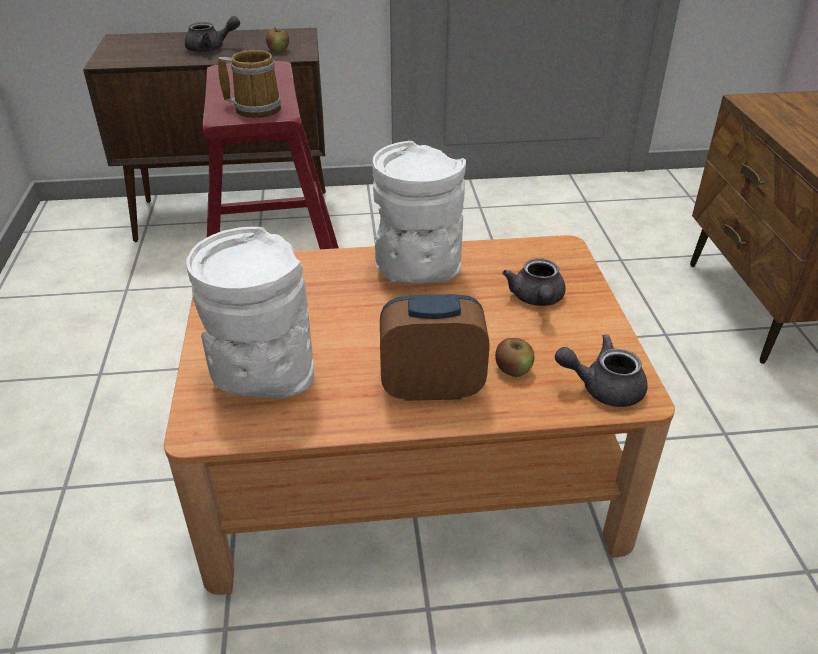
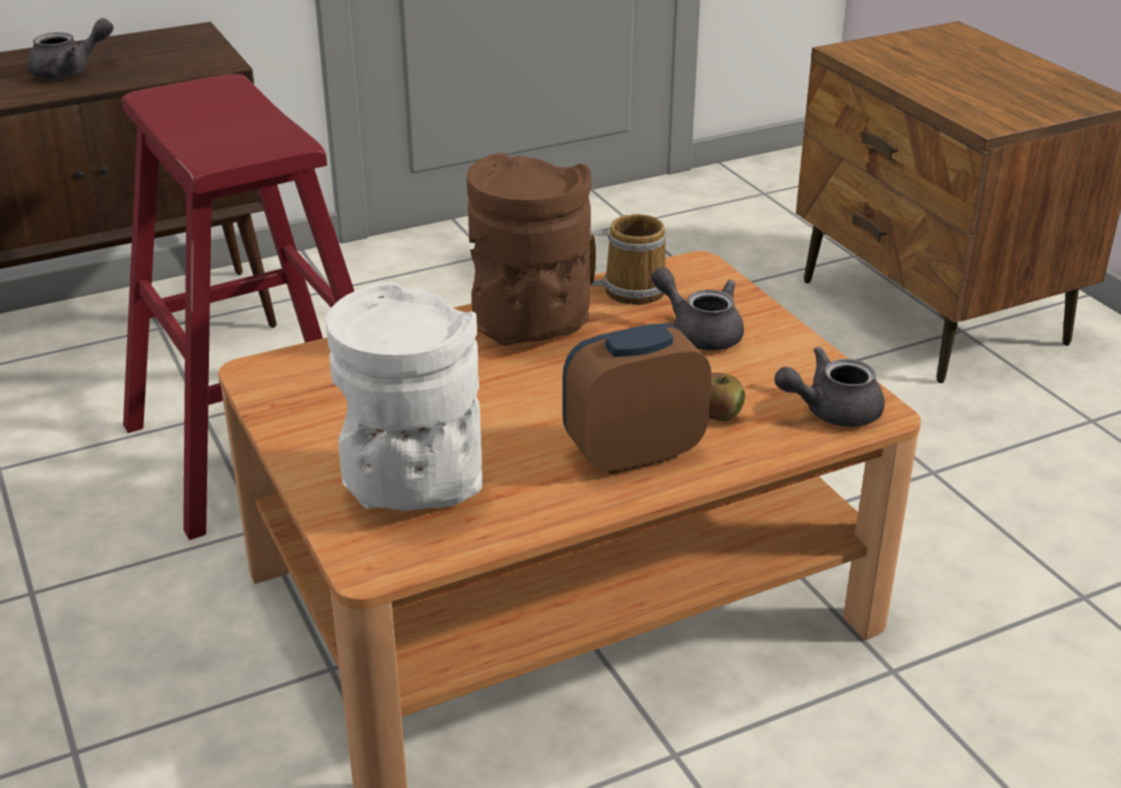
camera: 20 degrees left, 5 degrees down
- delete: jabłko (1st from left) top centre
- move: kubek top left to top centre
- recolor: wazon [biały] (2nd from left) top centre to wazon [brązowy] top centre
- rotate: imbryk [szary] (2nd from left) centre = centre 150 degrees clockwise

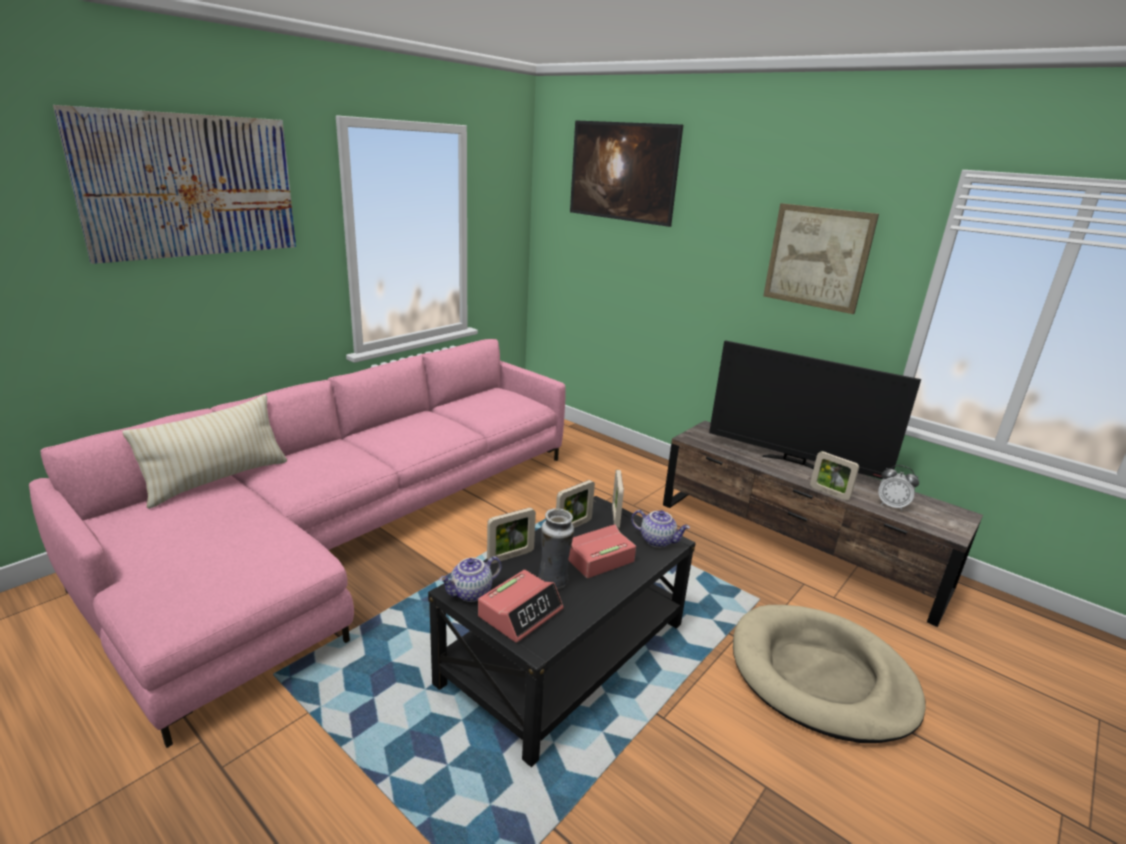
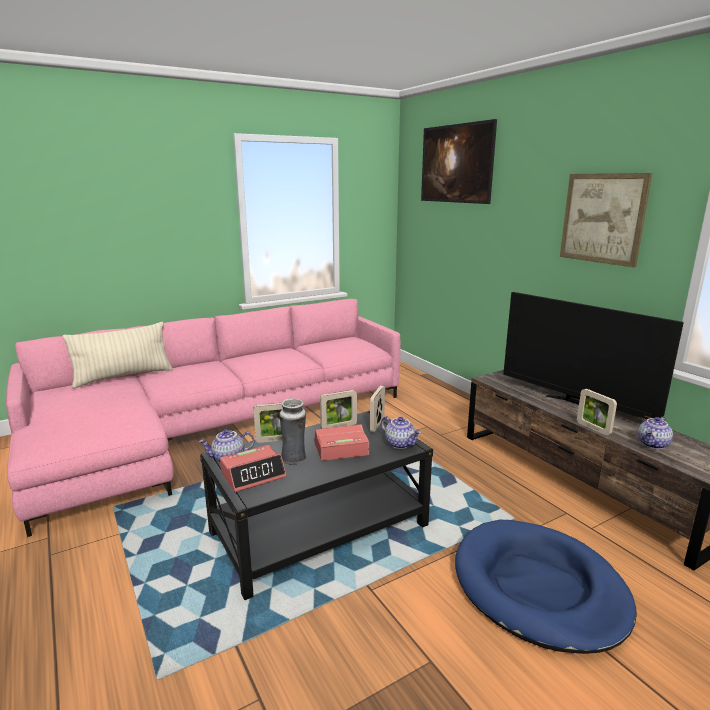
camera: 20 degrees right, 5 degrees down
- delete: obraz (1st from left) top left
- replace: budzik (3rd from left) middle right to imbryk (3rd from left) middle right
- recolor: legowisko [beżowy] bottom right to legowisko [niebieski] bottom right

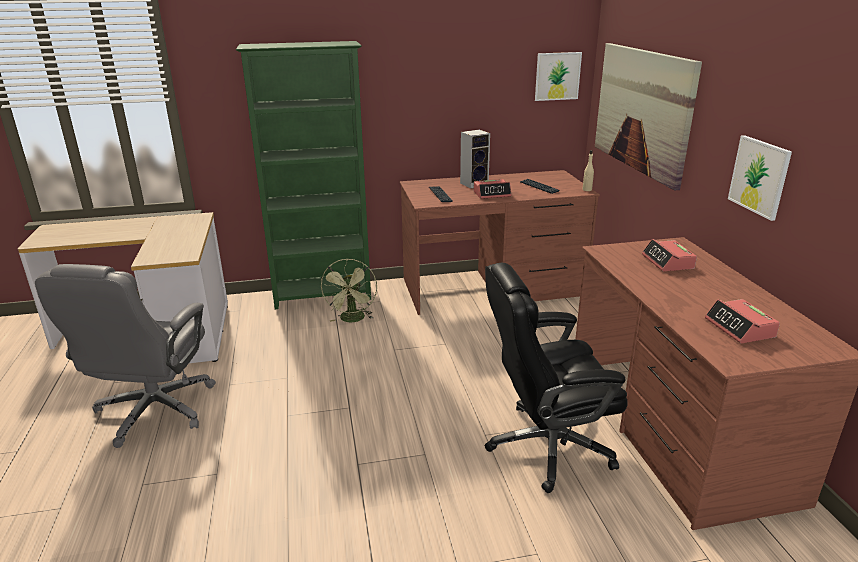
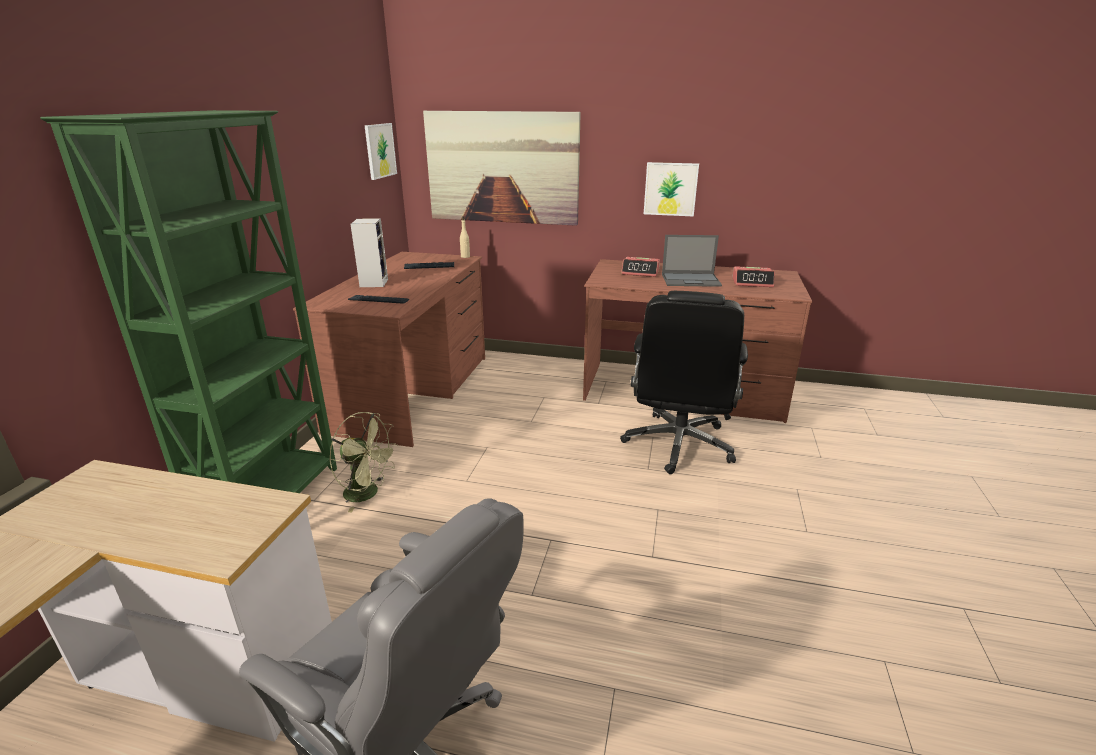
camera: 65 degrees left, 0 degrees up
- delete: budzik (1st from left) centre
- insert: laptop centre

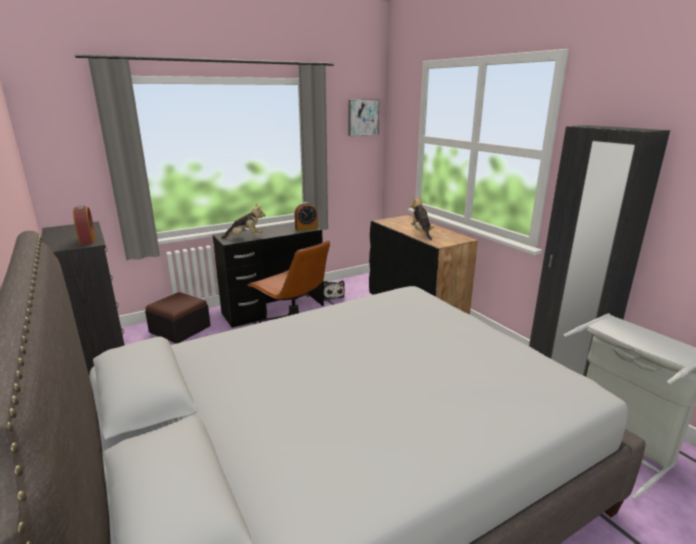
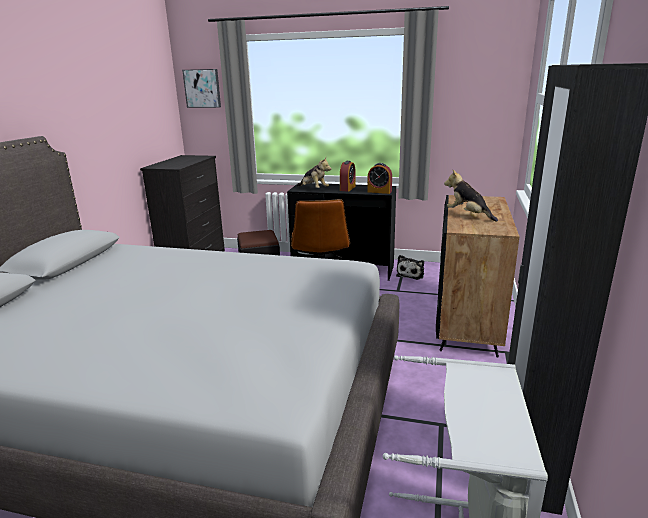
camera: 45 degrees right, 0 degrees up
- move: budzik (1st from left) middle left to centre
- move: obraz top centre to top left
- rotate: pluszak (3rd from left) centre = middle right 75 degrees counterclockwise

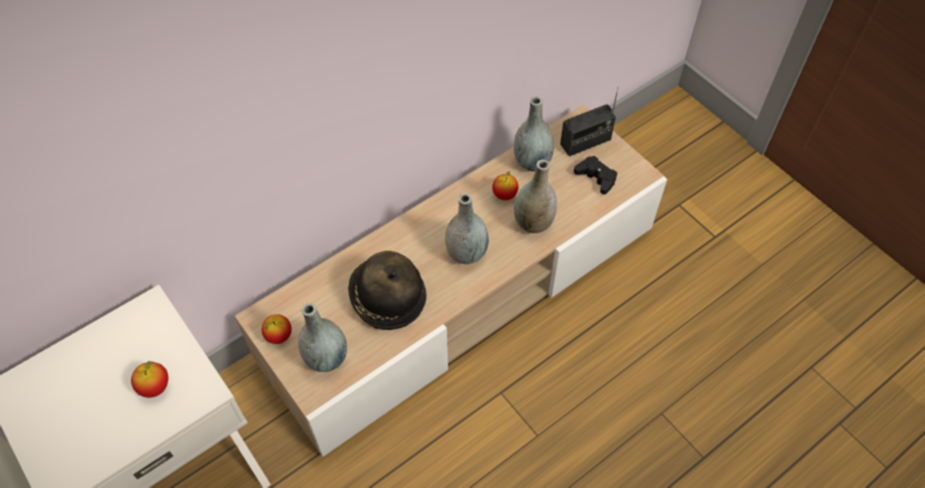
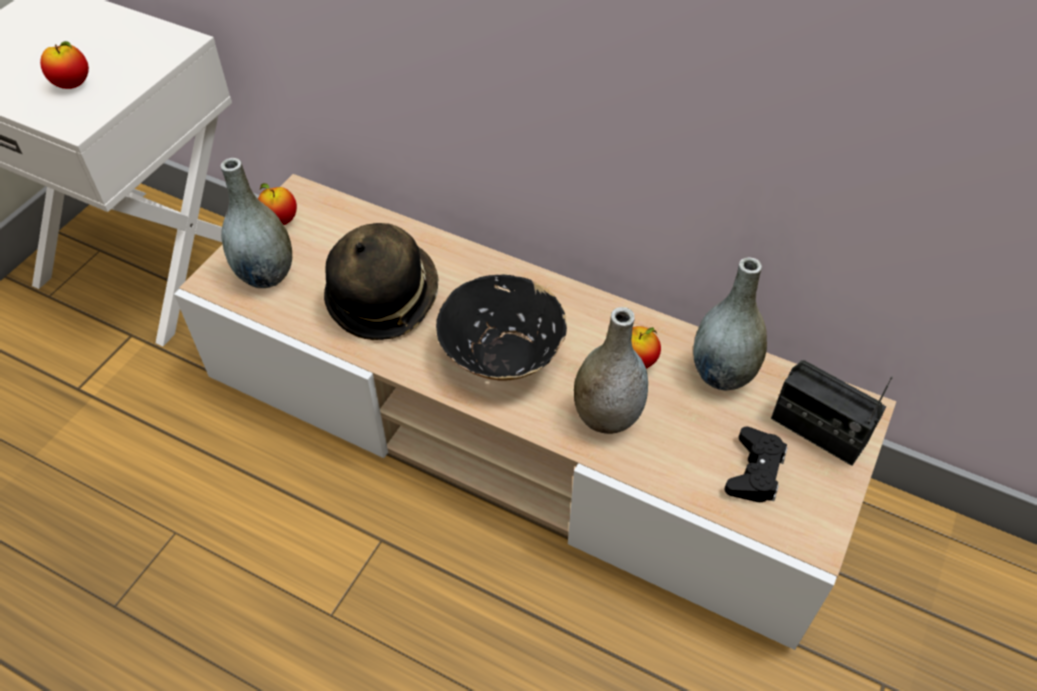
camera: 65 degrees right, 5 degrees down
- replace: wazon [szary] (2nd from left) centre to miska [czarny] centre

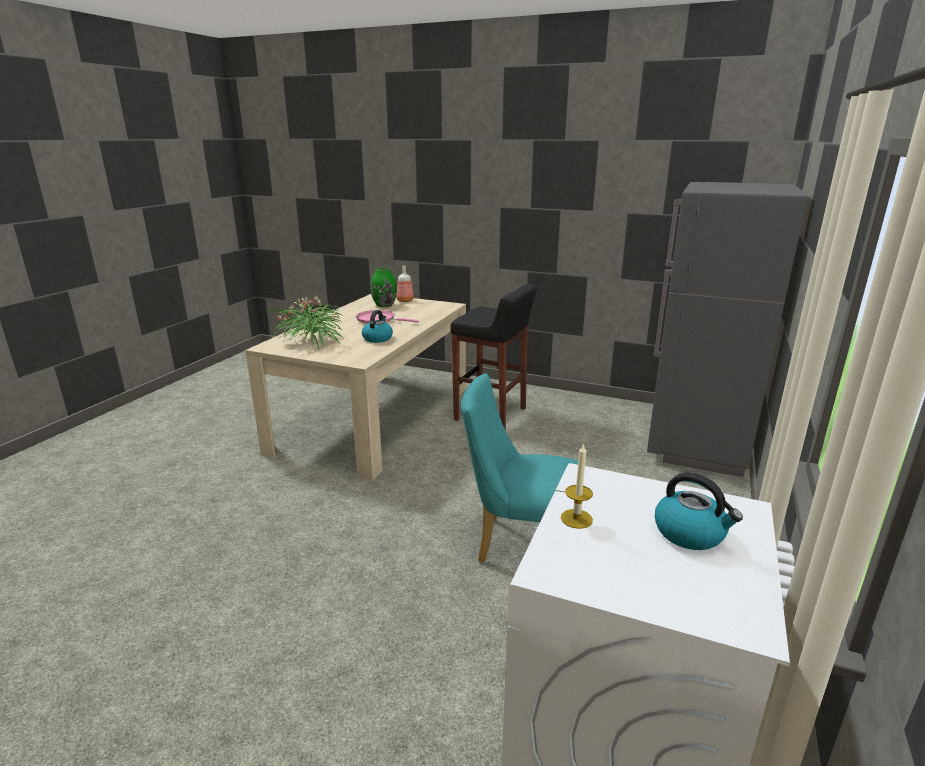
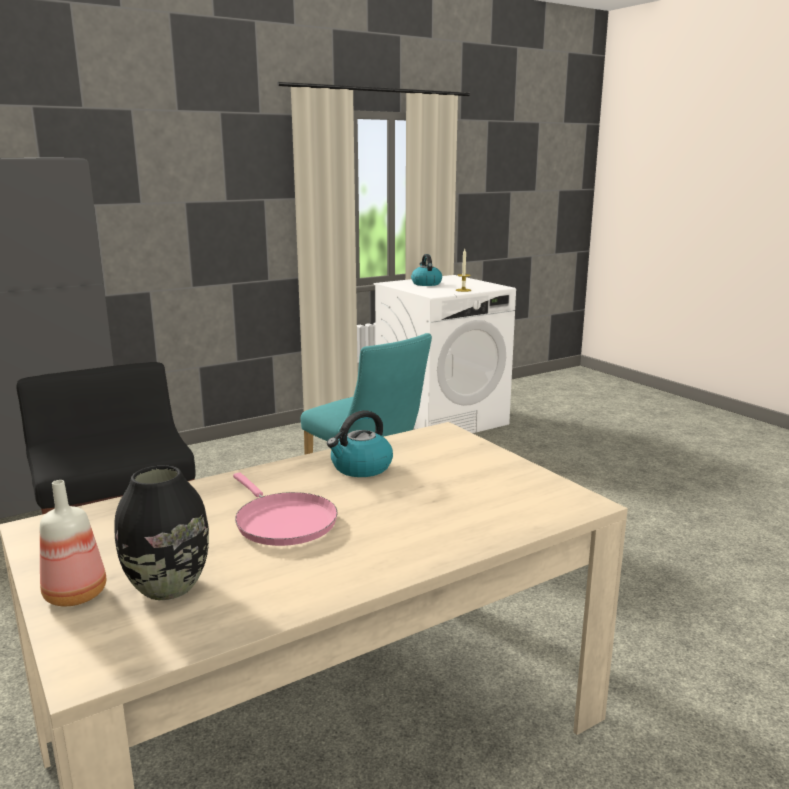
camera: 145 degrees left, 5 degrees down
- delete: roślina doniczkowa middle left
- recolor: wazon [zielony] centre to wazon [czarny] bottom left

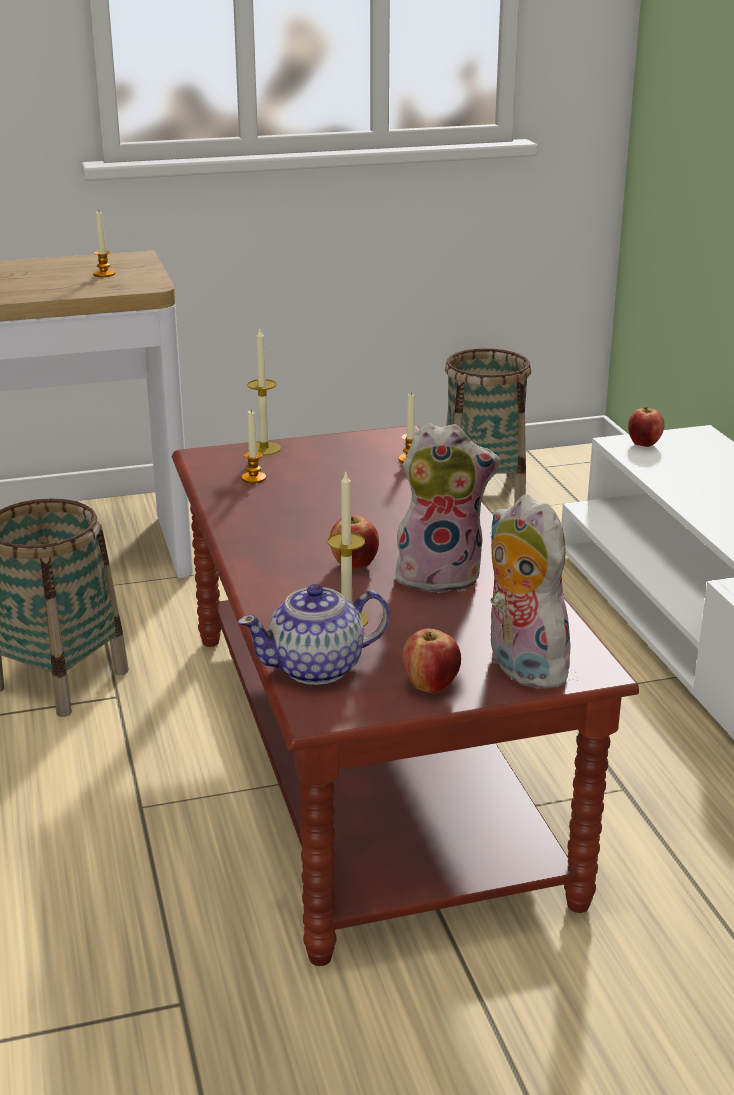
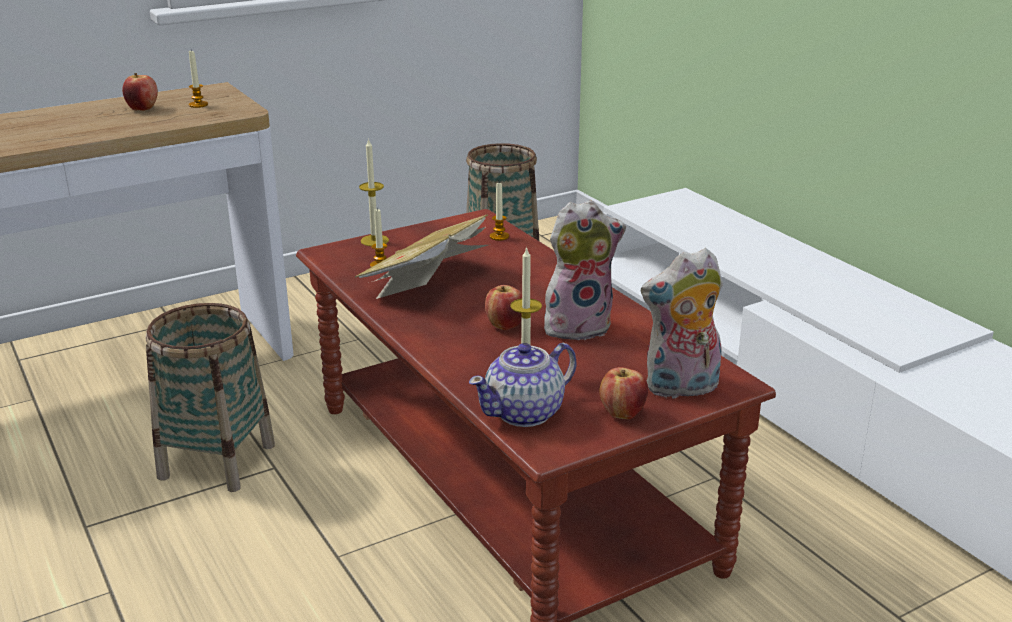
camera: 15 degrees left, 0 degrees up
- insert: książka centre
- move: jabłko (3rd from left in the first image) middle right to jabłko (1st from left) top left
- rotate: pluszak (2nd from left) middle right = middle right 60 degrees counterclockwise

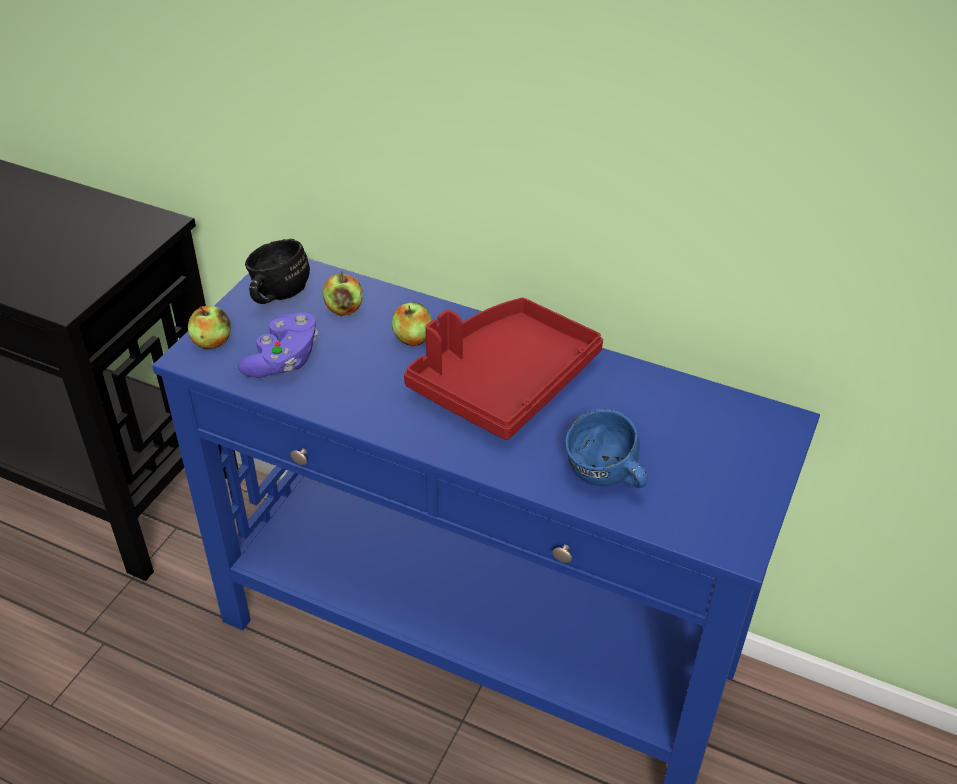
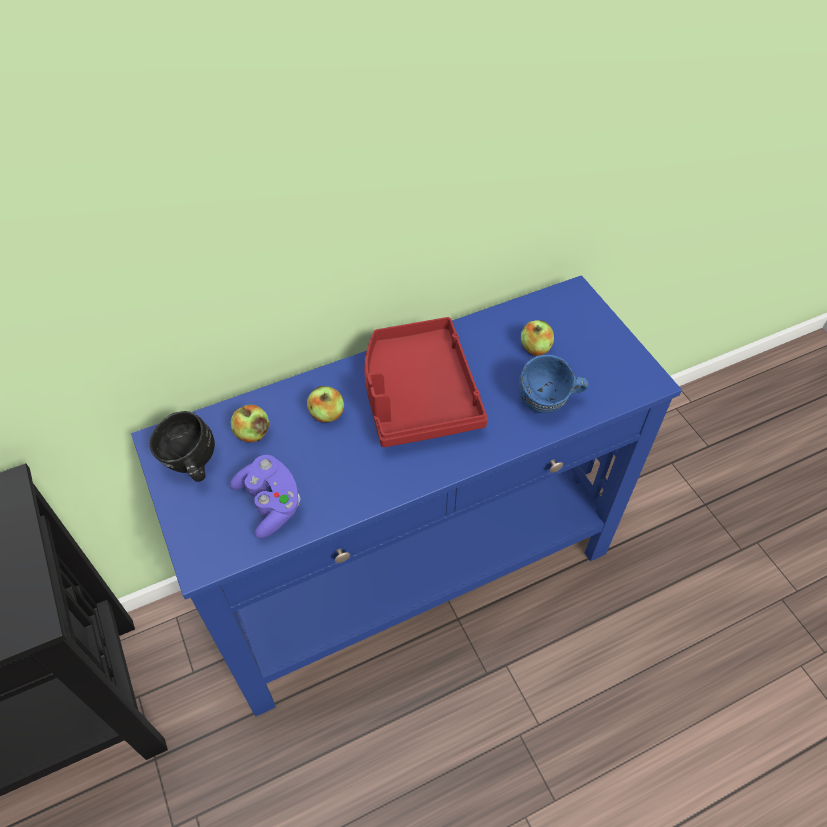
camera: 50 degrees left, 10 degrees up
- move: jabłko (1st from left in the first image) middle left to jabłko (3rd from left) centre

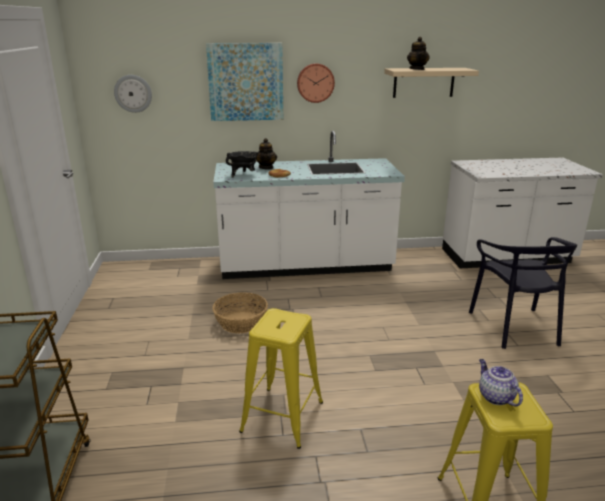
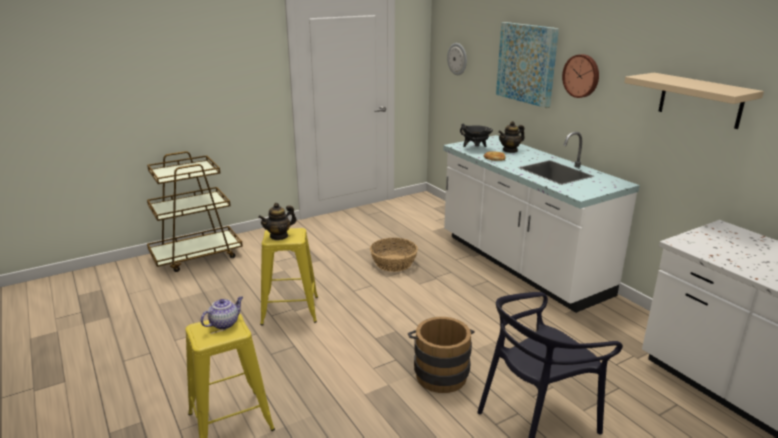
camera: 65 degrees right, 0 degrees up
- insert: wiadro [brązowy] bottom centre
- move: imbryk (2nd from left) top right to centre

